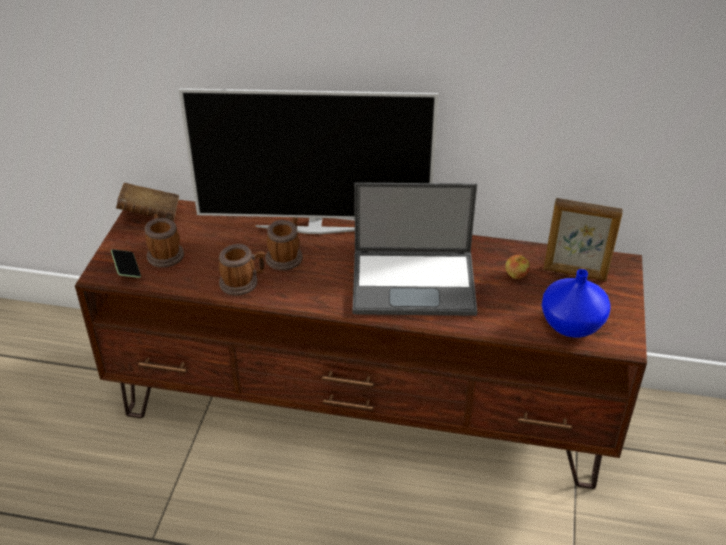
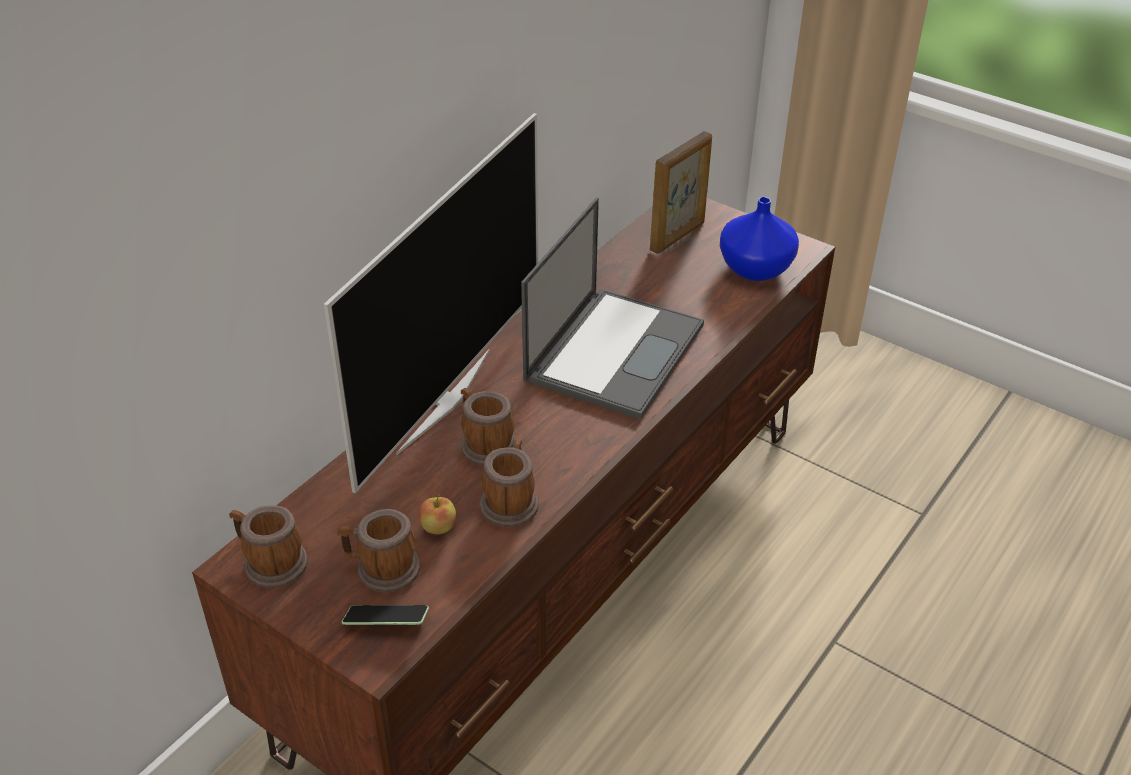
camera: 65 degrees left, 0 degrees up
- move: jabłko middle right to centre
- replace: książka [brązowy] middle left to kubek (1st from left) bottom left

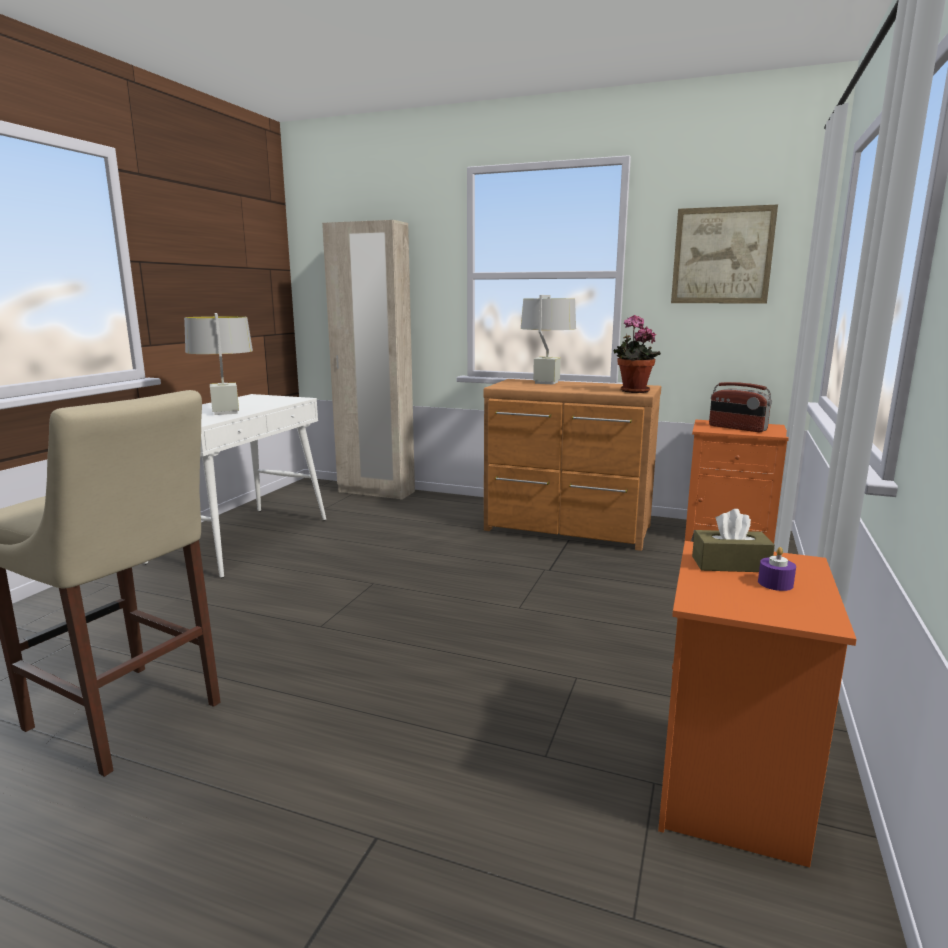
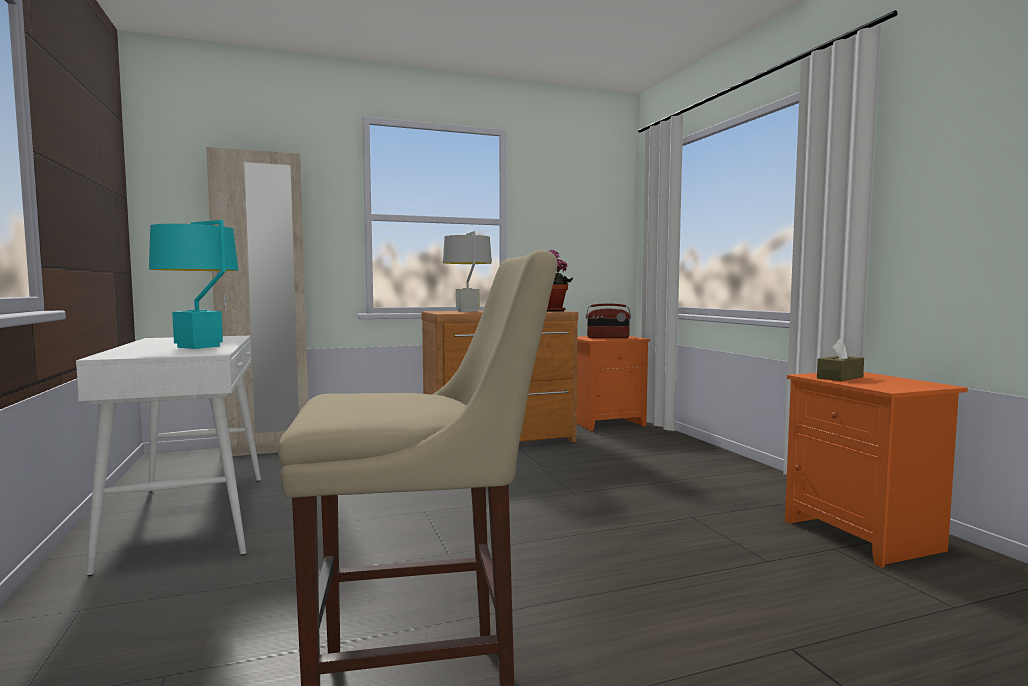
camera: 40 degrees left, 10 degrees down
- delete: obraz top right
- delete: świeca [fioletowy] middle right
- recolor: lampa stołowa [szary] (1st from left) middle left to lampa stołowa [turkusowy] middle left

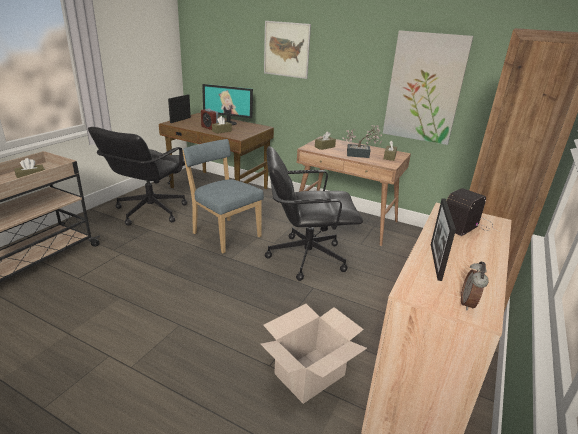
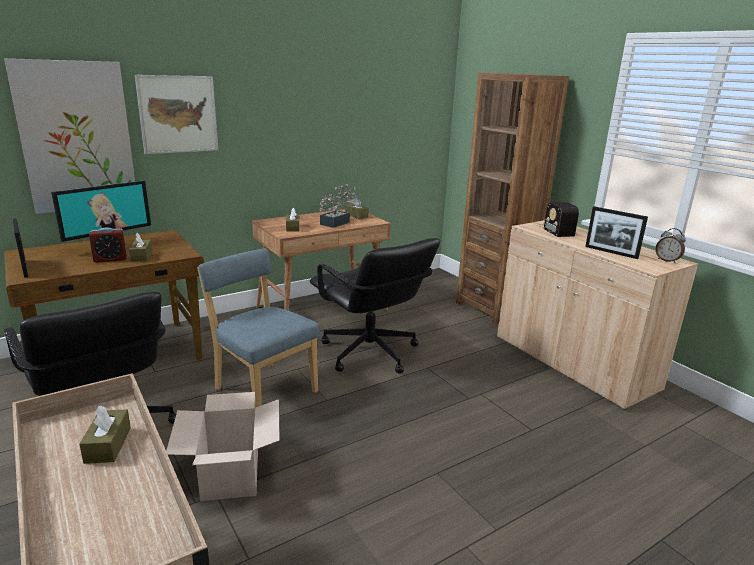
camera: 60 degrees left, 5 degrees down
- move: karton bottom centre to bottom left
- move: obraz (2nd from left in the first image) top right to obraz (1st from left) top left
- rotate: krzesło [niebieski] centre = centre 60 degrees clockwise
- rotate: krzesło biurowe [czarny] (2nd from left) centre = centre 60 degrees counterclockwise

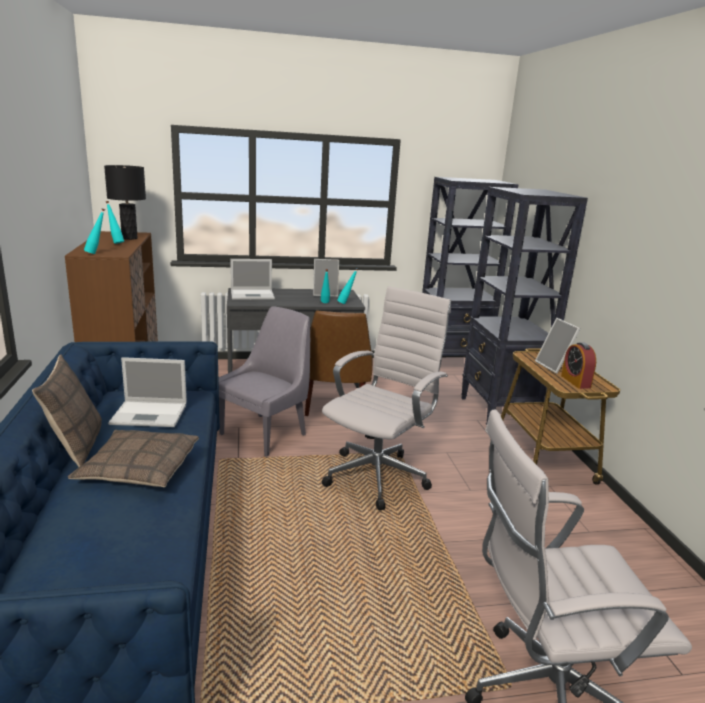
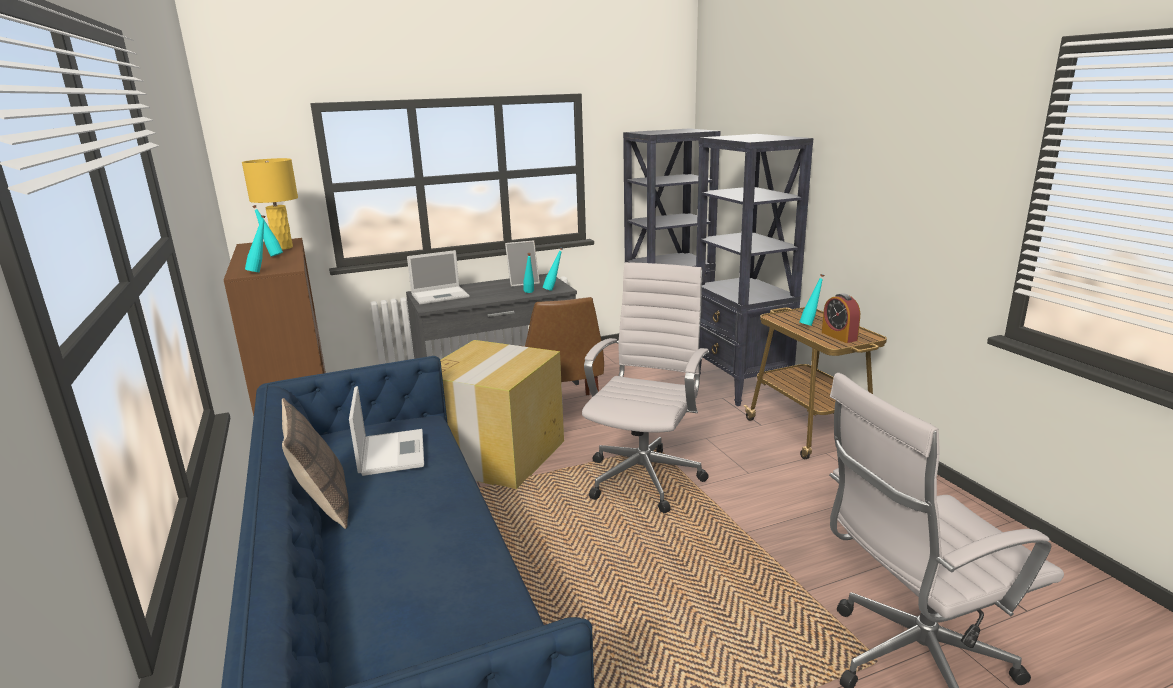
camera: 10 degrees left, 0 degrees up
- delete: poduszka (2nd from left) middle left
- replace: krzesło [szary] centre to karton centre
- replace: ramka na zdjęcie (2nd from left) middle right to butelka [turkusowy] (5th from left) middle right
- recolor: lampa stołowa [czarny] top left to lampa stołowa [żółty] top left
- rotate: laptop (1st from left) middle left = middle left 90 degrees counterclockwise

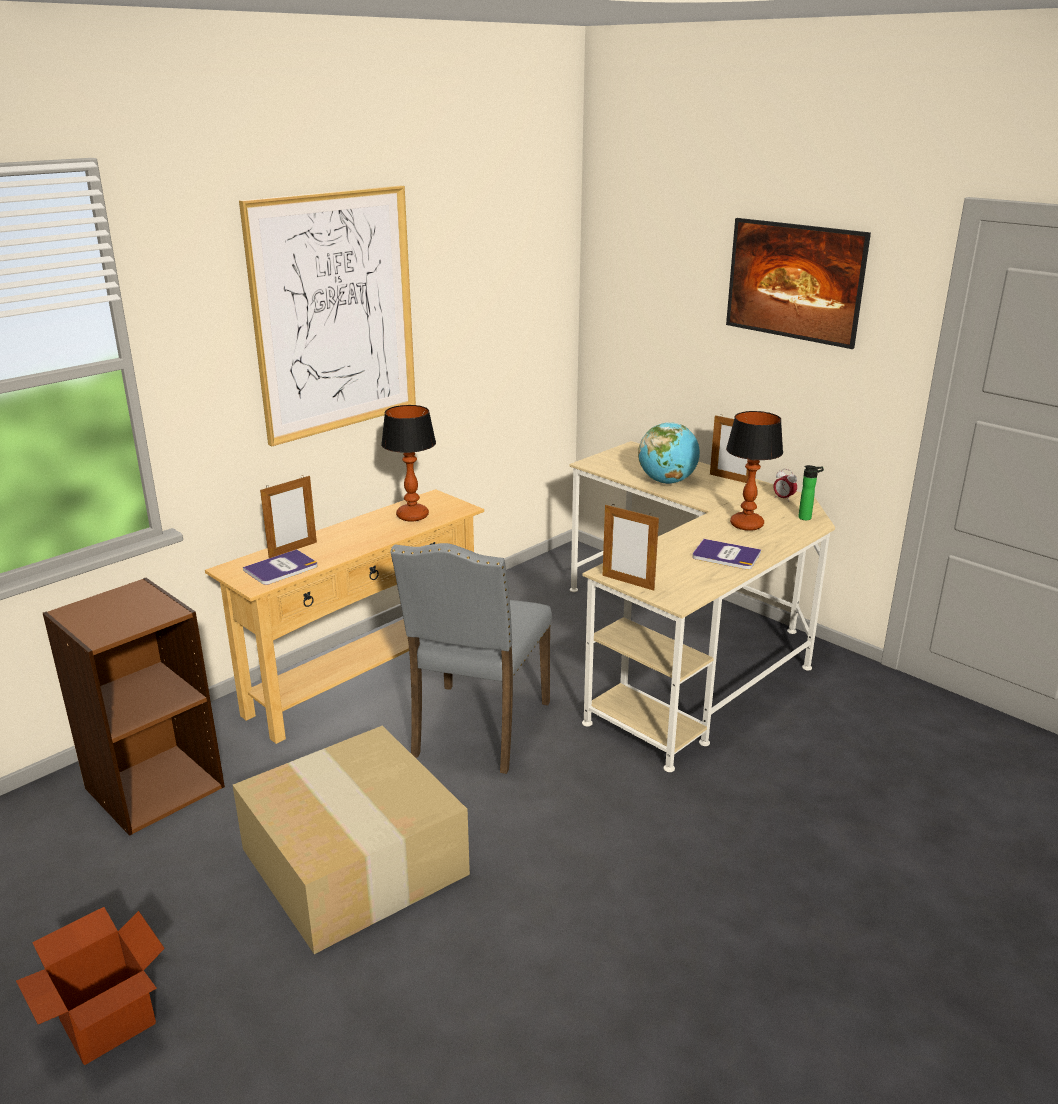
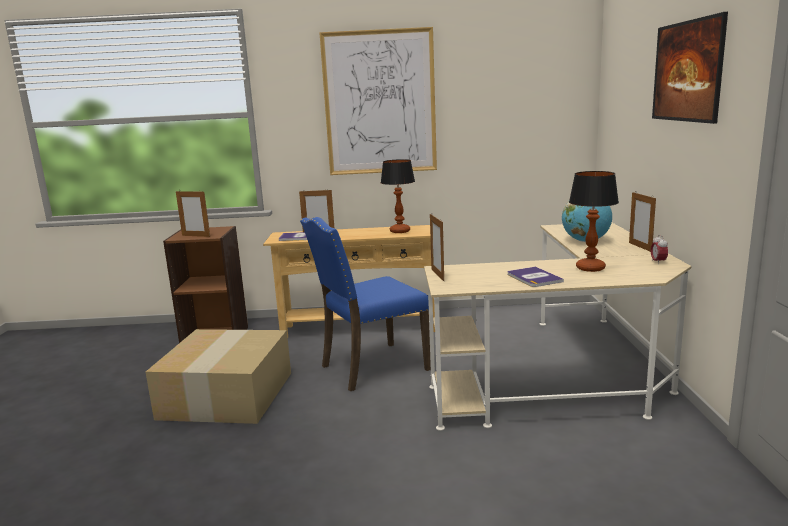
camera: 45 degrees right, 10 degrees down
- delete: karton (1st from left) bottom left
- delete: butelka middle right
- insert: ramka na zdjęcie (1st from left) middle left
- recolor: krzesło [szary] centre to krzesło [niebieski] centre

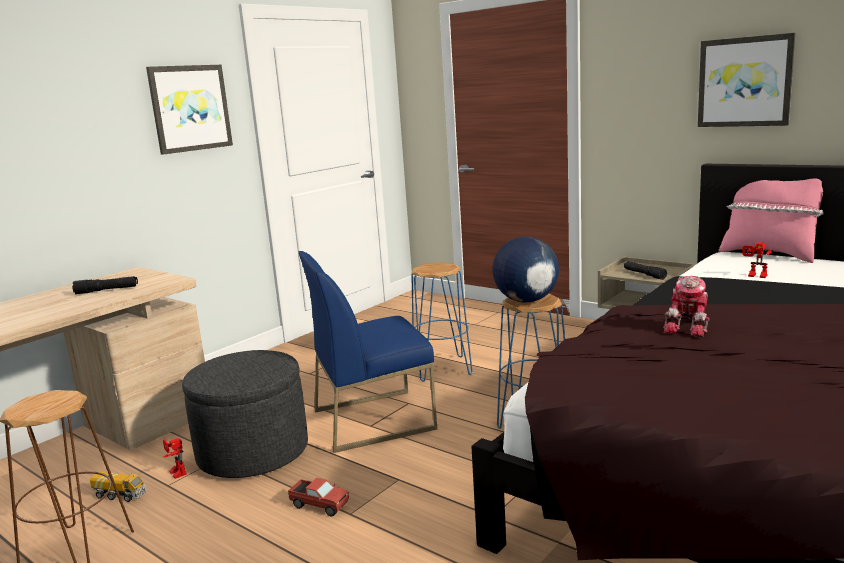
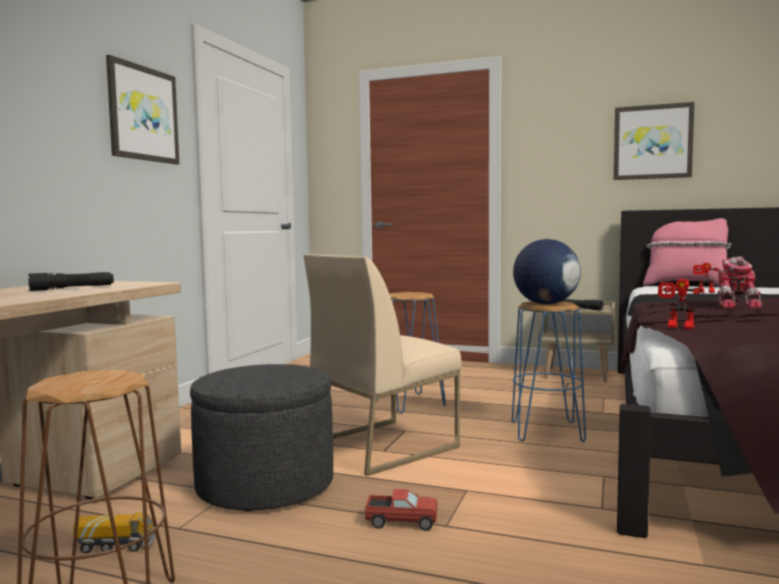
camera: 20 degrees left, 10 degrees down
- move: robot zabawkowy (1st from left) bottom left to middle right
- recolor: krzesło [niebieski] centre to krzesło [beżowy] centre

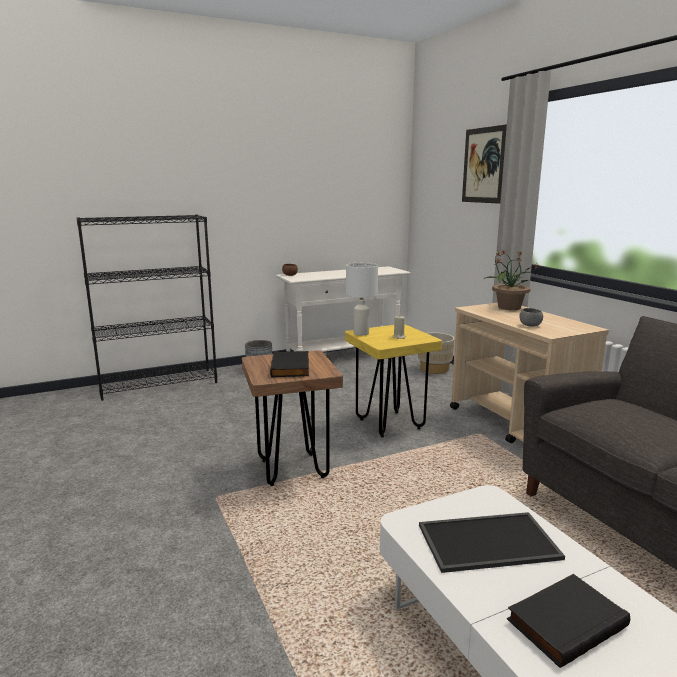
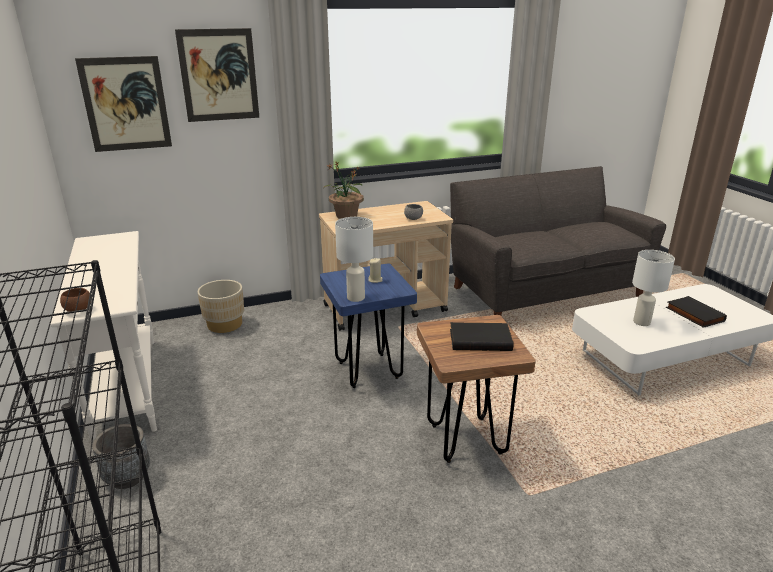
camera: 85 degrees left, 10 degrees up
- insert: obraz (1st from left) top left
- replace: taca bottom right to lampa stołowa [biały] (2nd from left) middle right
- recolor: stołek [żółty] centre to stołek [niebieski] centre

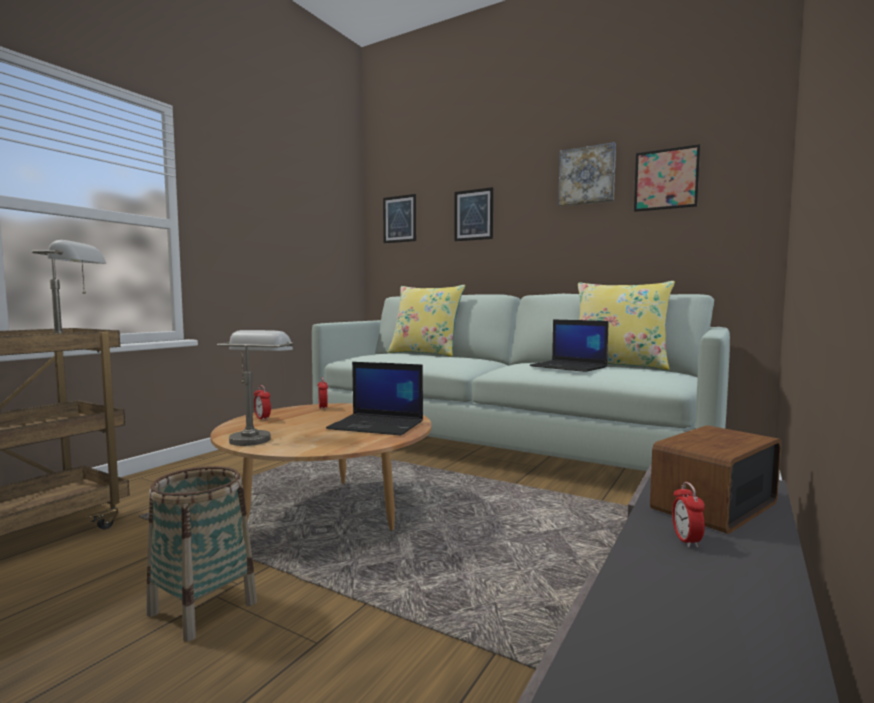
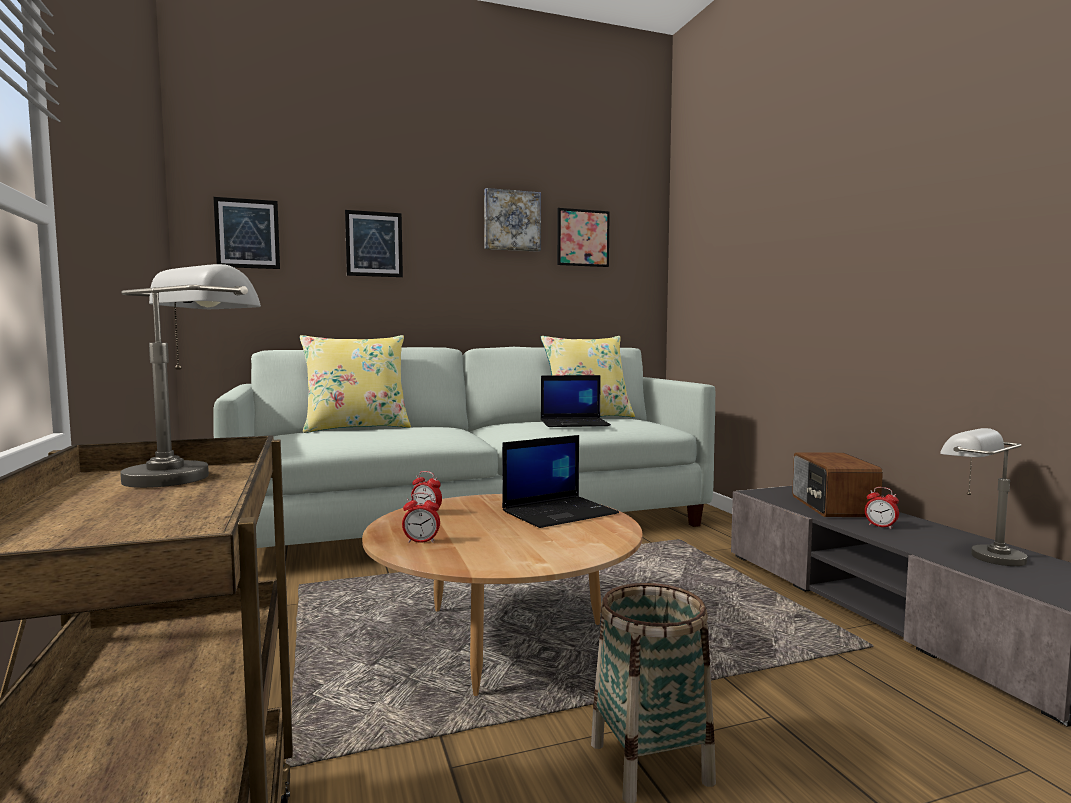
camera: 50 degrees left, 0 degrees up
- move: lampa stołowa [szary] (2nd from left) middle left to middle right

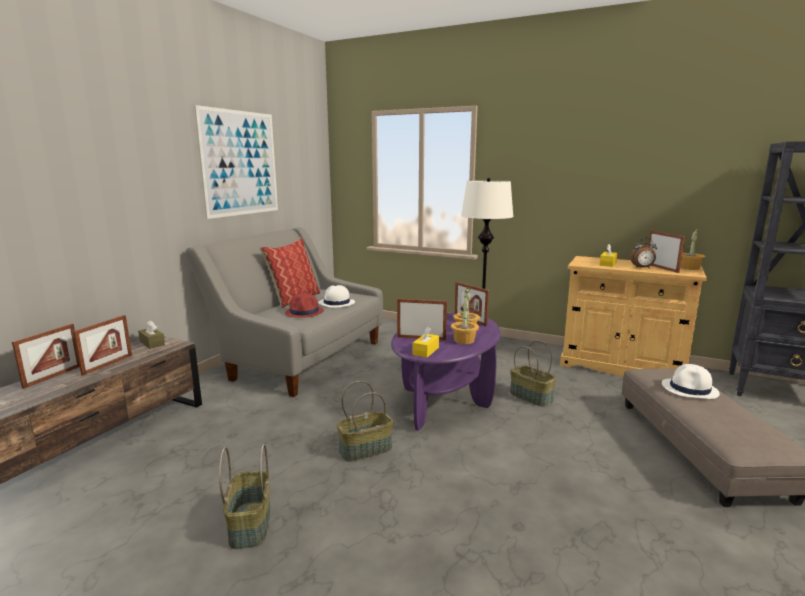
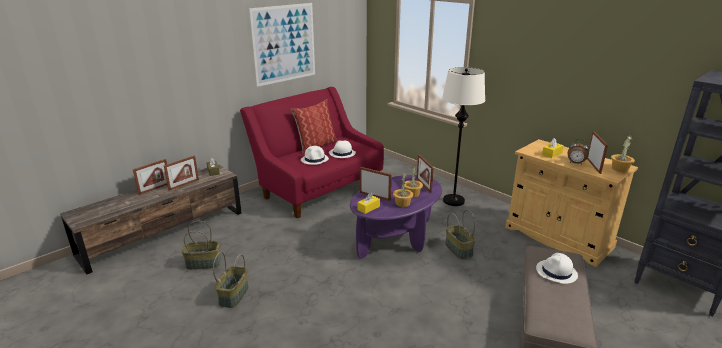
camera: 20 degrees right, 10 degrees up
- move: koszyk (2nd from left in the first image) bottom centre to koszyk (1st from left) bottom left
- recolor: kanapa [szary] centre to kanapa [czerwony] centre
- recolor: kapelusz [czerwony] centre to kapelusz [biały] (1st from left) centre

